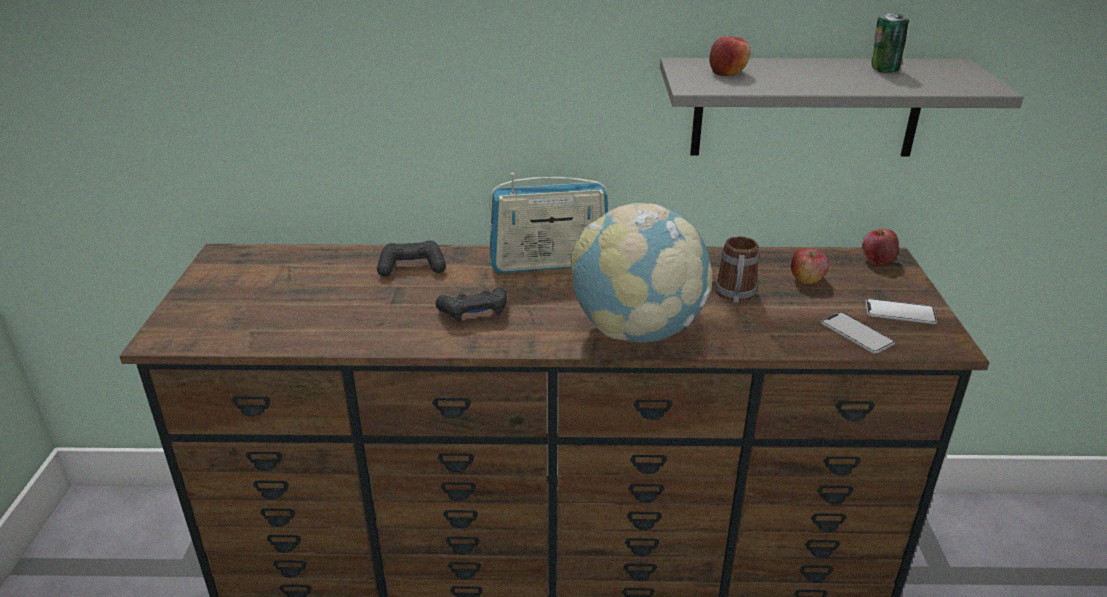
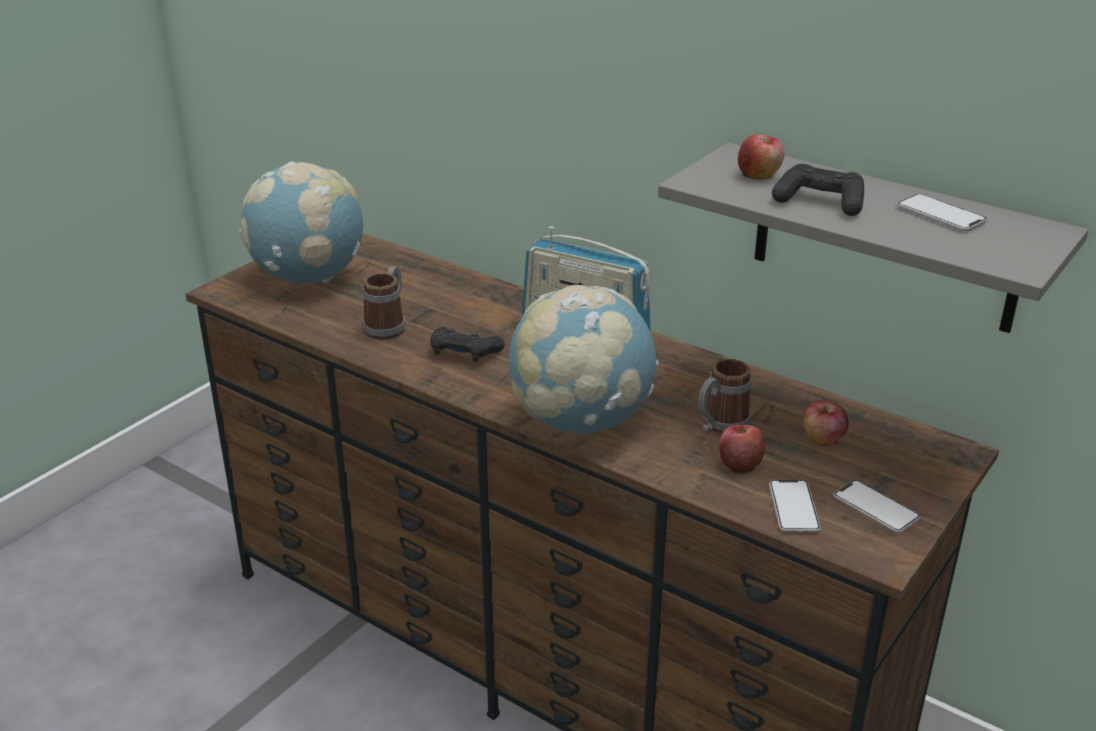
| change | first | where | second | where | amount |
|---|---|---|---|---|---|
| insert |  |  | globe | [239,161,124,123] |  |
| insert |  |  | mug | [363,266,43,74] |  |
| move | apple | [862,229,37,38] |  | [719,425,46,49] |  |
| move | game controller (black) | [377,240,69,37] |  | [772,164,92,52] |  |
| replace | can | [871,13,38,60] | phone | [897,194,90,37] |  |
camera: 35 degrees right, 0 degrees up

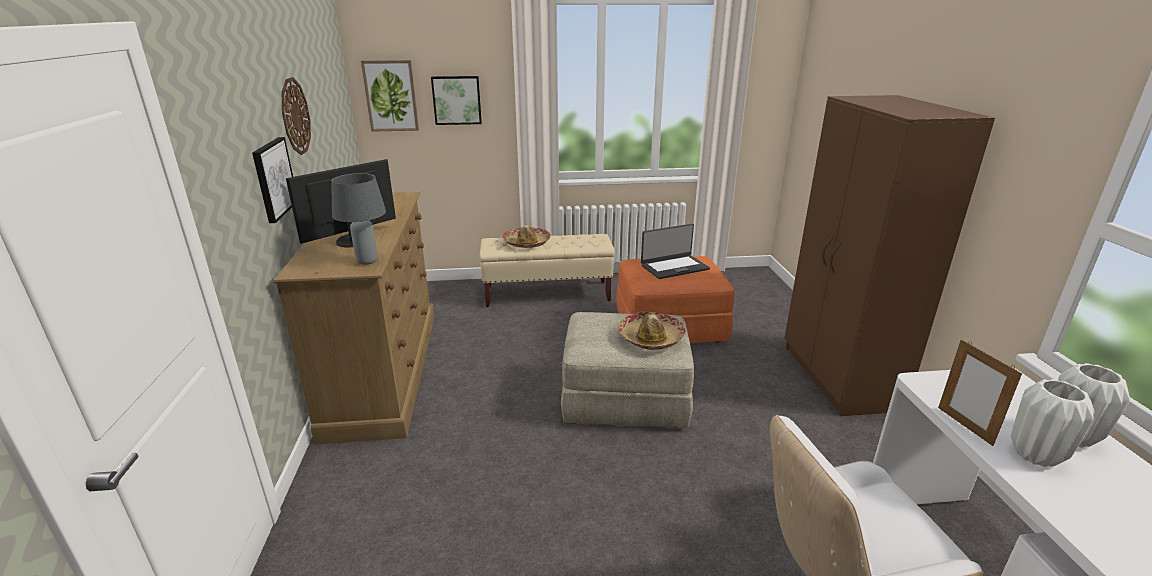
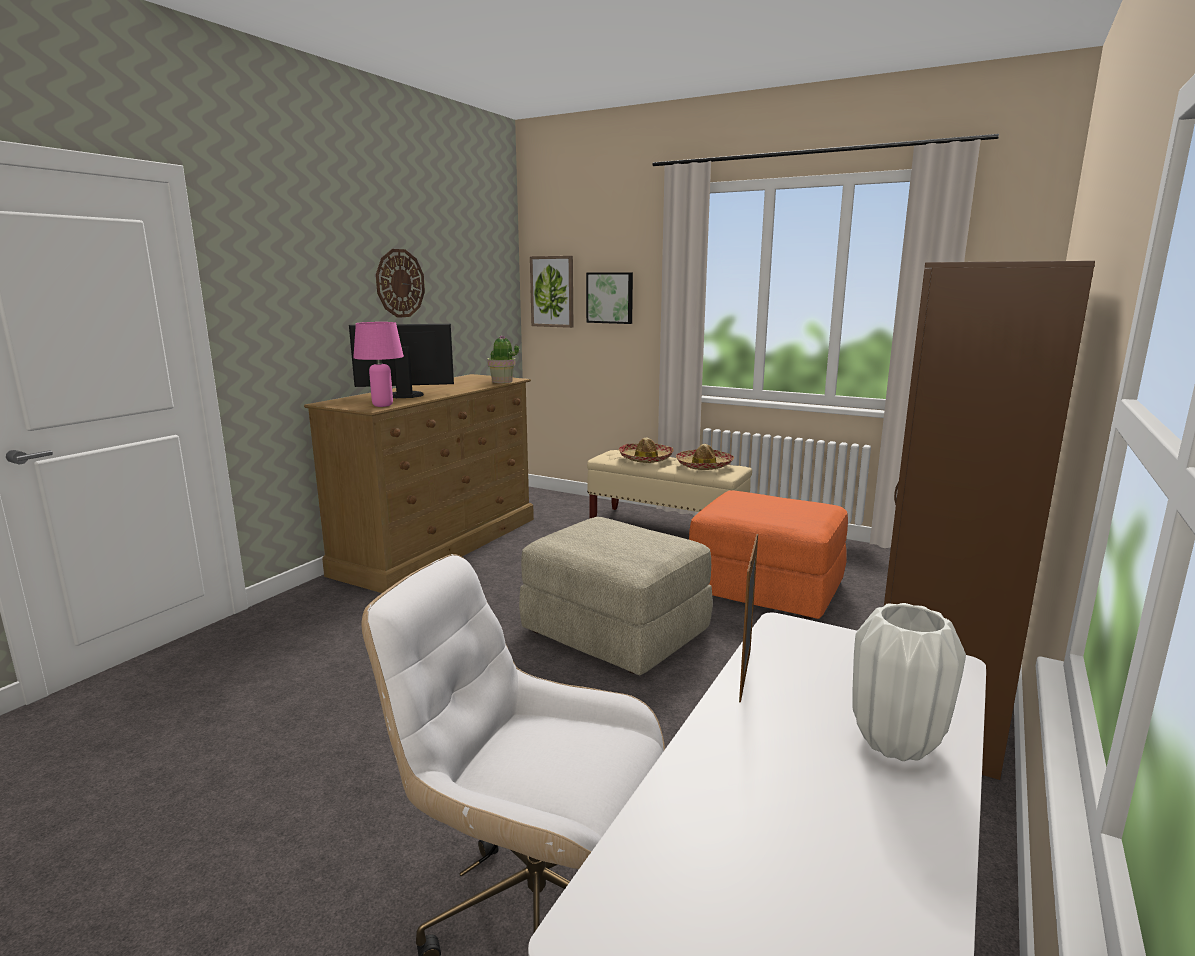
| change | first | where | second | where | amount |
|---|---|---|---|---|---|
| recolor | table lamp (grey) | [331,173,55,92] | table lamp (pink) | [353,322,51,85] |  |
| insert |  |  | potted plant | [487,335,32,48] |  |
| move | hat | [618,312,68,38] |  | [676,444,58,26] |  |
| delete | picture | [252,137,41,86] |  |  |  |
| delete | laptop | [641,224,69,55] |  |  |  |
| delete | vase (white) | [1011,379,84,88] |  |  |  |
camera: 35 degrees right, 10 degrees down

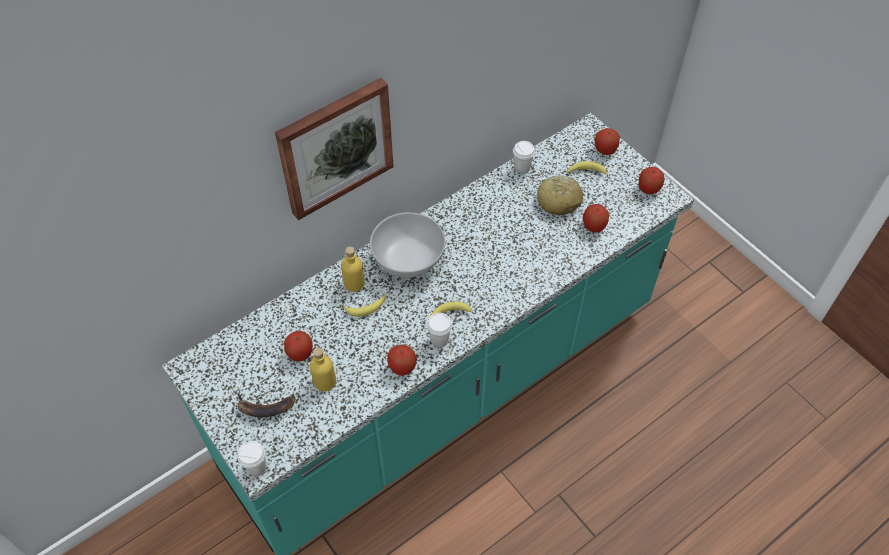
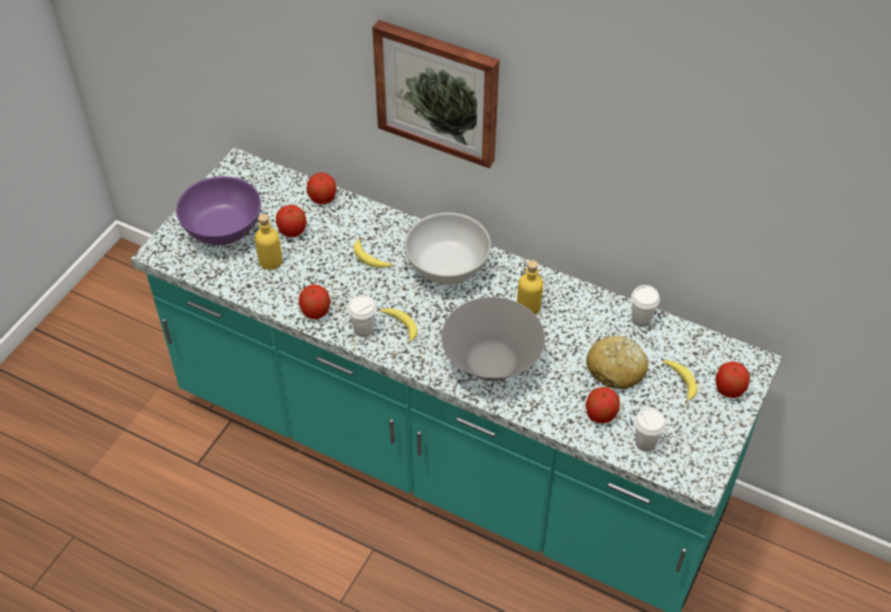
| change | first | where | second | where | amount |
|---|---|---|---|---|---|
| replace | banana | [238,393,57,24] | bowl (purple) | [176,176,85,69] |  |
| move | apple | [639,167,26,27] |  | [307,173,29,31] |  |
| insert |  |  | bowl (grey) | [441,297,104,84] |  |
| move | bottle (yellow) | [341,247,24,45] |  | [517,260,26,55] |  |
| move | cup (white) | [237,441,29,35] |  | [635,408,31,44] |  |
camera: 65 degrees right, 5 degrees down

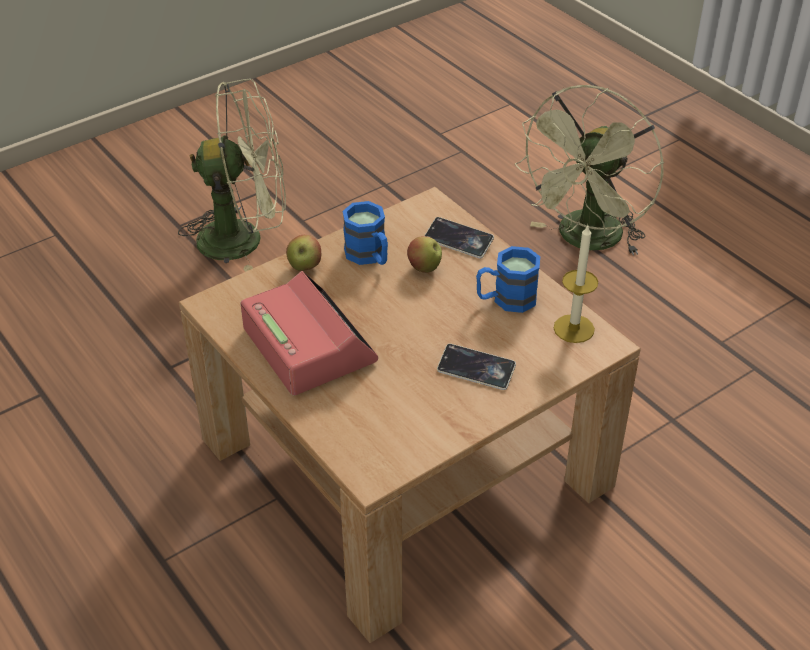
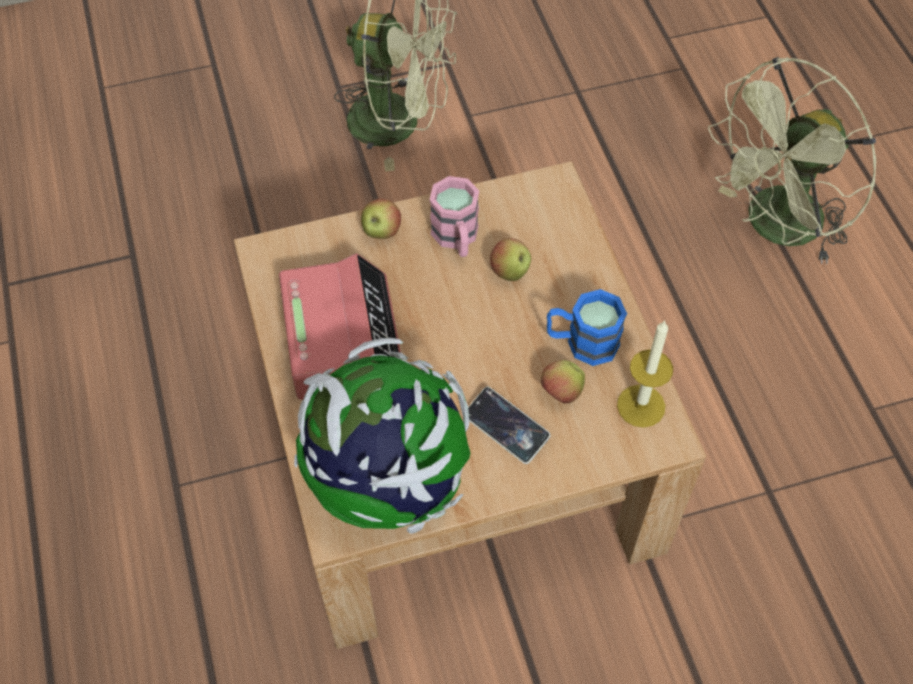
| change | first | where | second | where | amount |
|---|---|---|---|---|---|
| insert |  |  | globe | [294,338,176,196] |  |
| recolor | mug (blue) | [343,201,45,64] | mug (pink) | [430,176,49,81] |  |
| insert |  |  | apple | [541,360,44,44] |  |
| delete | phone | [424,217,70,41] |  |  |  |
camera: 20 degrees right, 15 degrees up

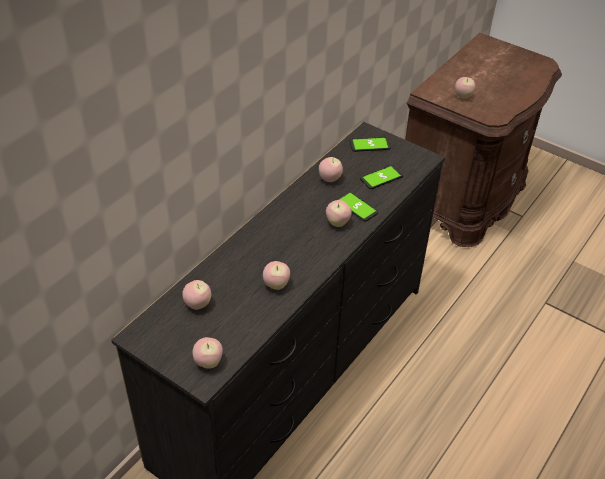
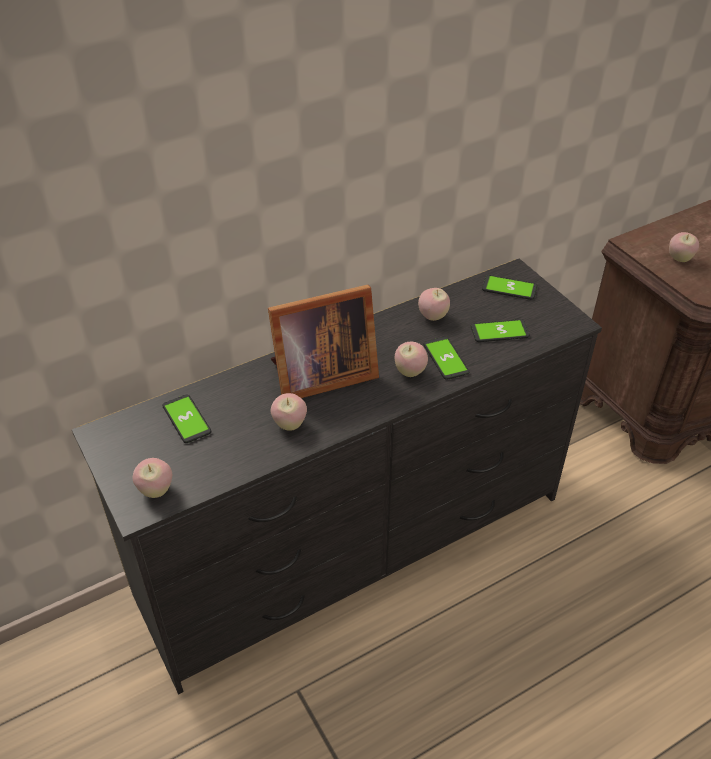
| change | first | where | second | where | amount |
|---|---|---|---|---|---|
| replace | apple | [182,280,29,30] | phone | [162,395,50,48] |  |
| insert |  |  | picture frame | [268,285,111,113] |  |
camera: 25 degrees right, 0 degrees up

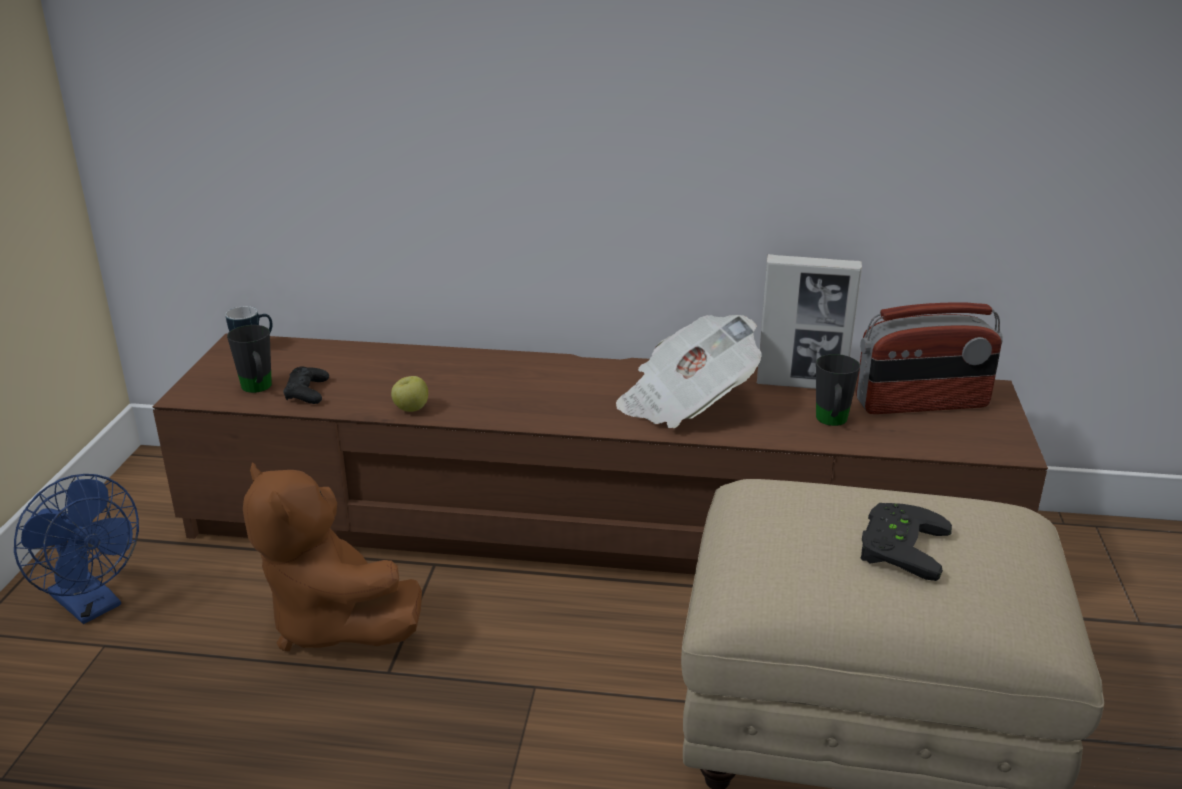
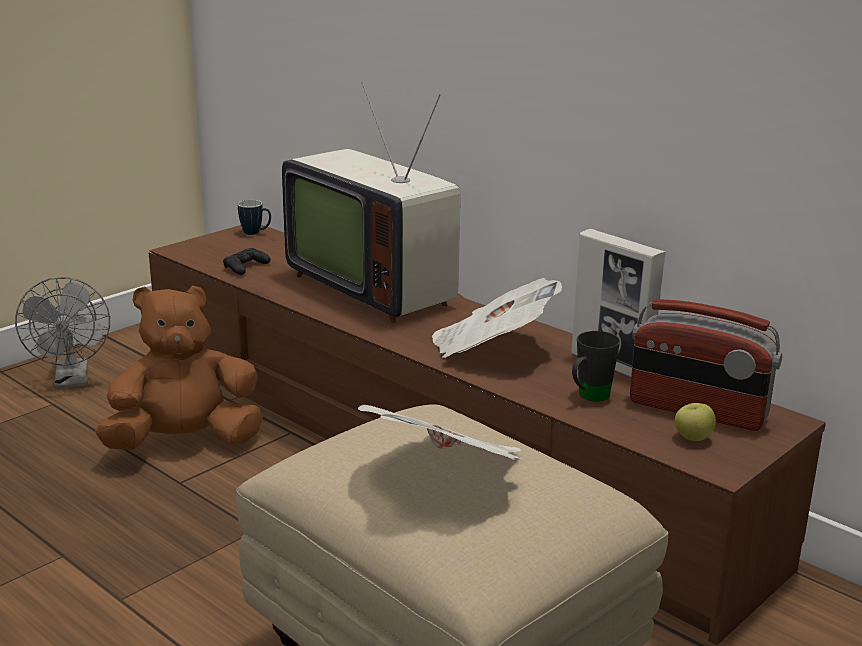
| change | first | where | second | where | amount |
|---|---|---|---|---|---|
| recolor | fan (blue) | [14,474,125,150] | fan (grey) | [15,277,95,111] |  |
| rotate | plush toy (brown) | [243,462,179,189] |  | [95,286,168,164] | 75 degrees clockwise |
| insert |  |  | television | [282,82,178,241] |  |
| replace | game controller (black) | [861,503,91,78] | newspaper | [358,405,164,55] |  |
| move | apple | [391,376,37,36] |  | [675,403,41,38] |  |
| delete | mug (black) | [227,325,45,68] |  |  |  |
camera: 35 degrees right, 5 degrees down

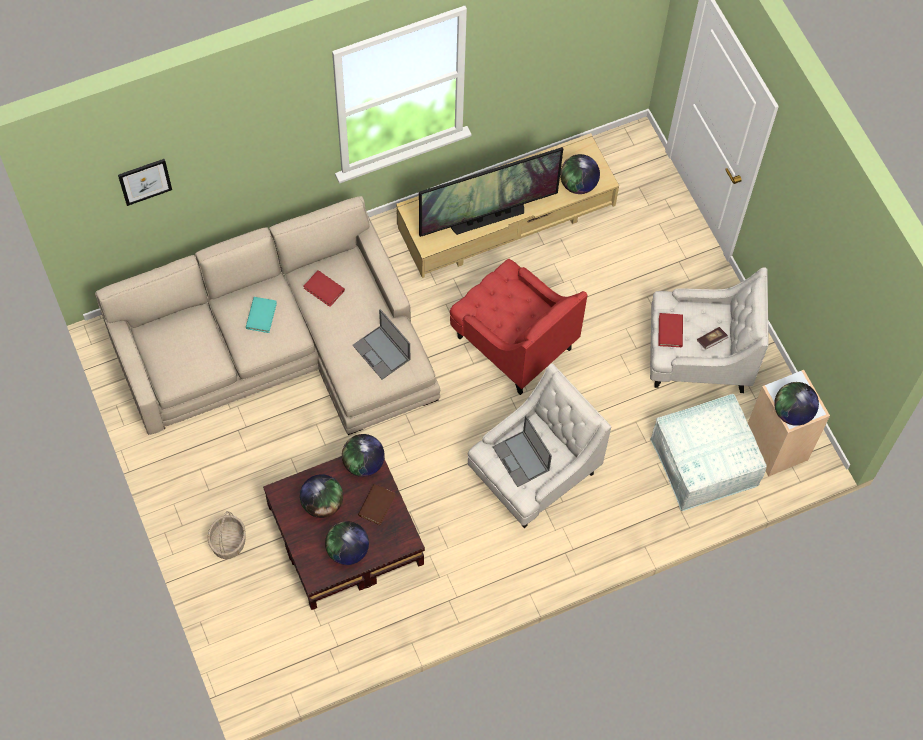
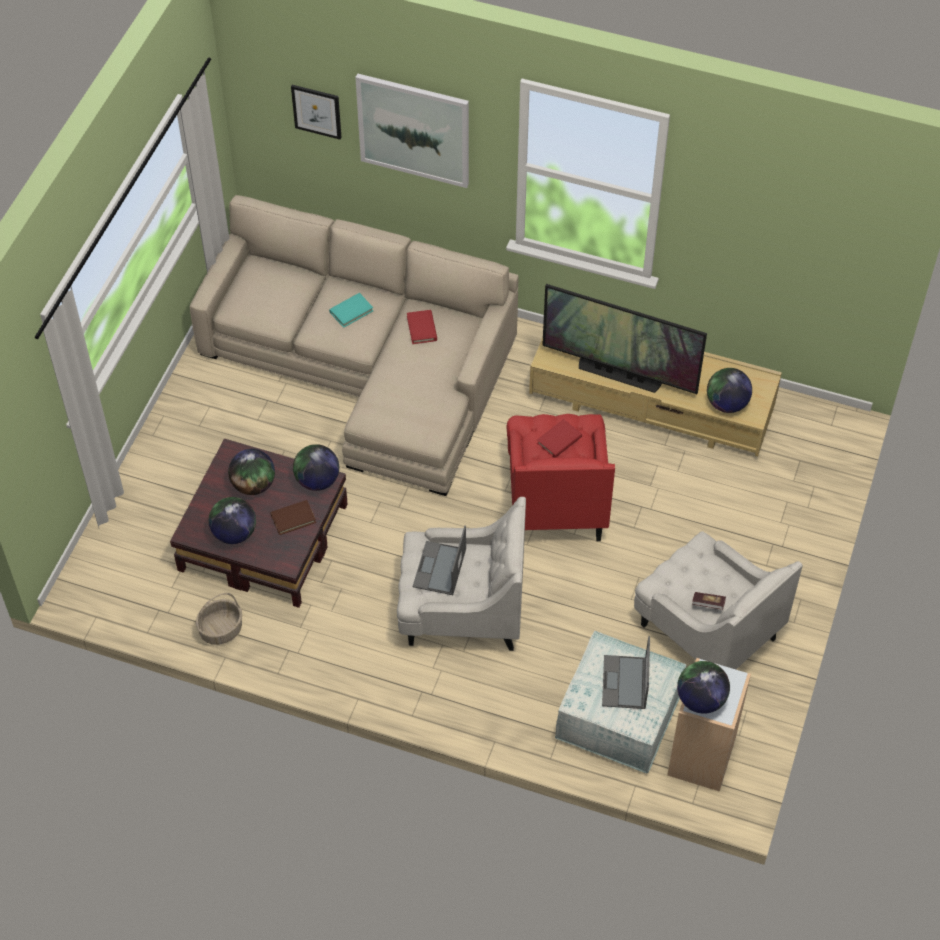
| change | first | where | second | where | amount |
|---|---|---|---|---|---|
| move | basket | [208,511,38,48] |  | [196,593,46,52] |  |
| insert |  |  | picture | [355,73,114,115] |  |
| move | book (red) | [658,313,25,34] |  | [537,419,45,39] |  |
| move | laptop | [353,309,58,70] |  | [602,636,48,73] |  |
camera: 45 degrees right, 10 degrees down

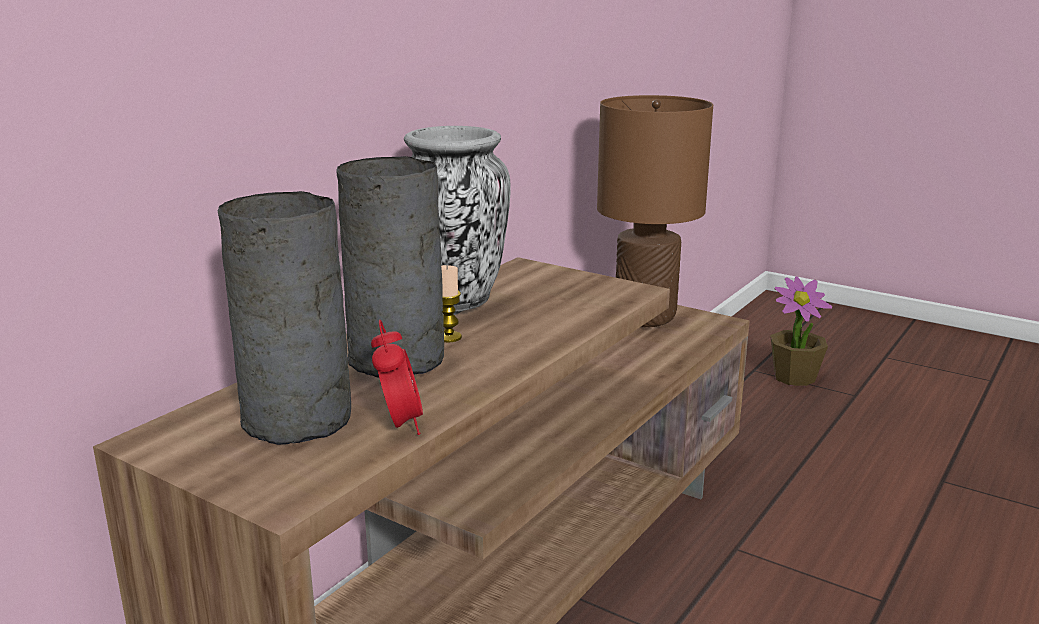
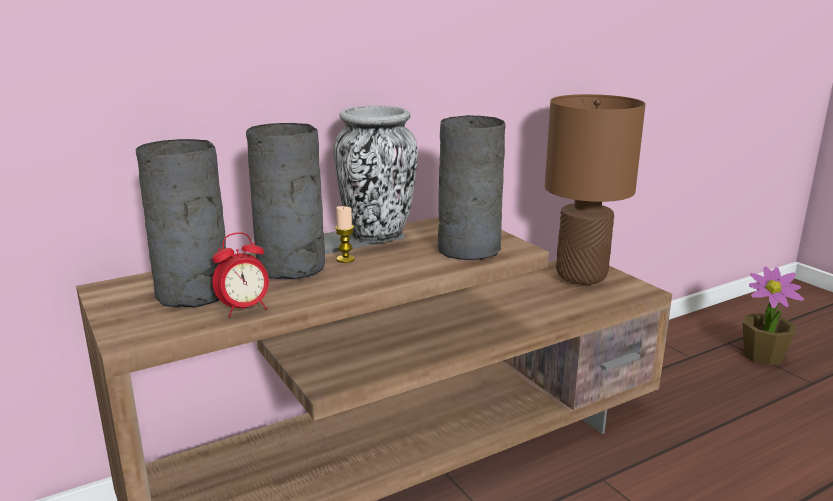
| change | first | where | second | where | amount |
|---|---|---|---|---|---|
| rotate | alarm clock | [371,320,52,115] |  | [212,232,57,85] | 45 degrees clockwise |
| insert |  |  | vase (grey) | [438,115,68,145] |  |
camera: 25 degrees right, 0 degrees up

